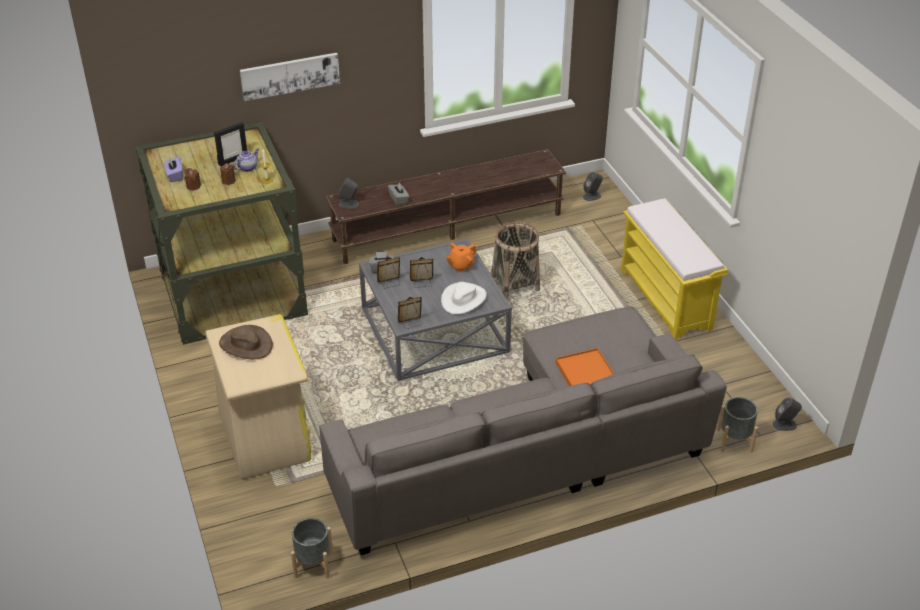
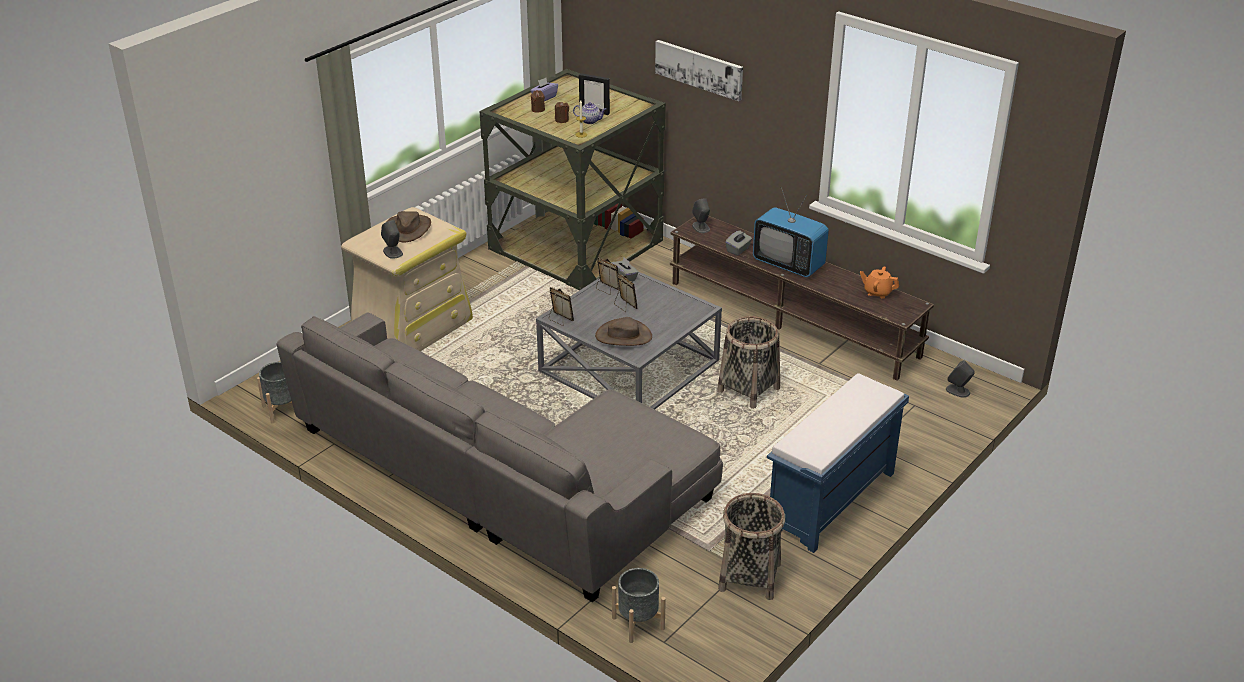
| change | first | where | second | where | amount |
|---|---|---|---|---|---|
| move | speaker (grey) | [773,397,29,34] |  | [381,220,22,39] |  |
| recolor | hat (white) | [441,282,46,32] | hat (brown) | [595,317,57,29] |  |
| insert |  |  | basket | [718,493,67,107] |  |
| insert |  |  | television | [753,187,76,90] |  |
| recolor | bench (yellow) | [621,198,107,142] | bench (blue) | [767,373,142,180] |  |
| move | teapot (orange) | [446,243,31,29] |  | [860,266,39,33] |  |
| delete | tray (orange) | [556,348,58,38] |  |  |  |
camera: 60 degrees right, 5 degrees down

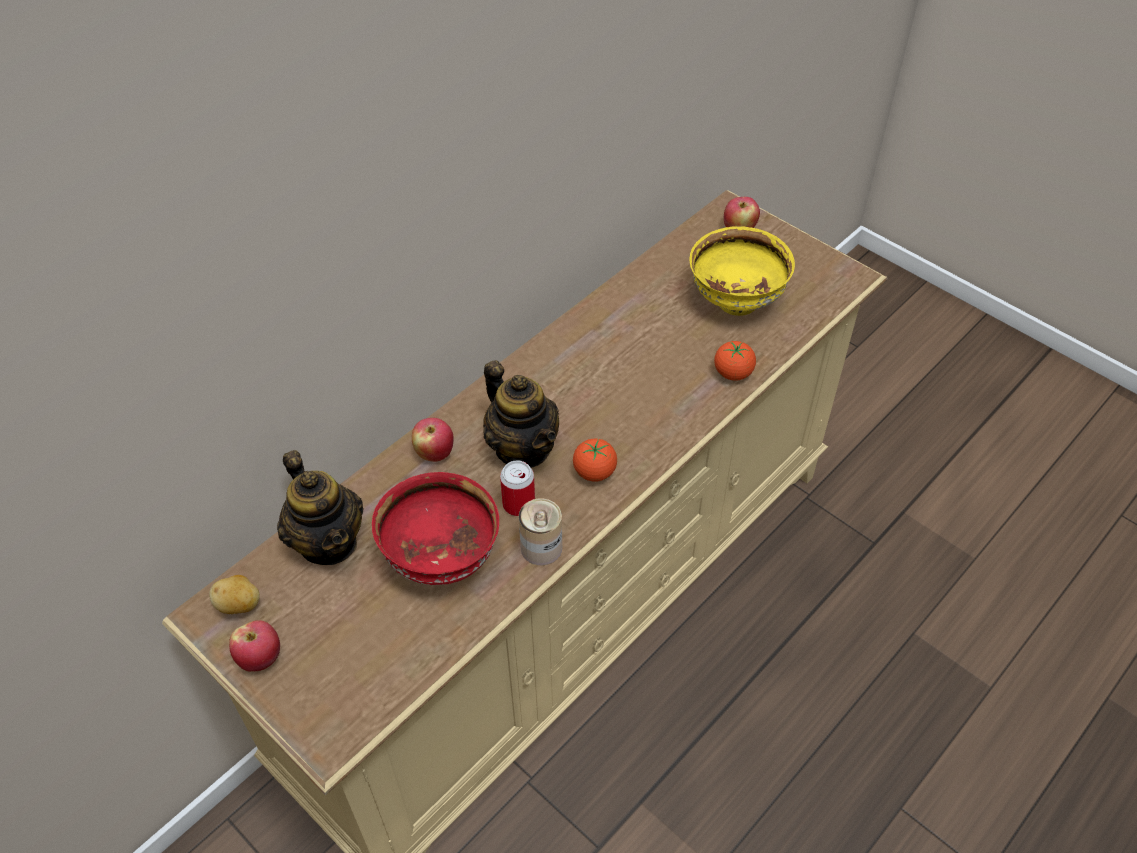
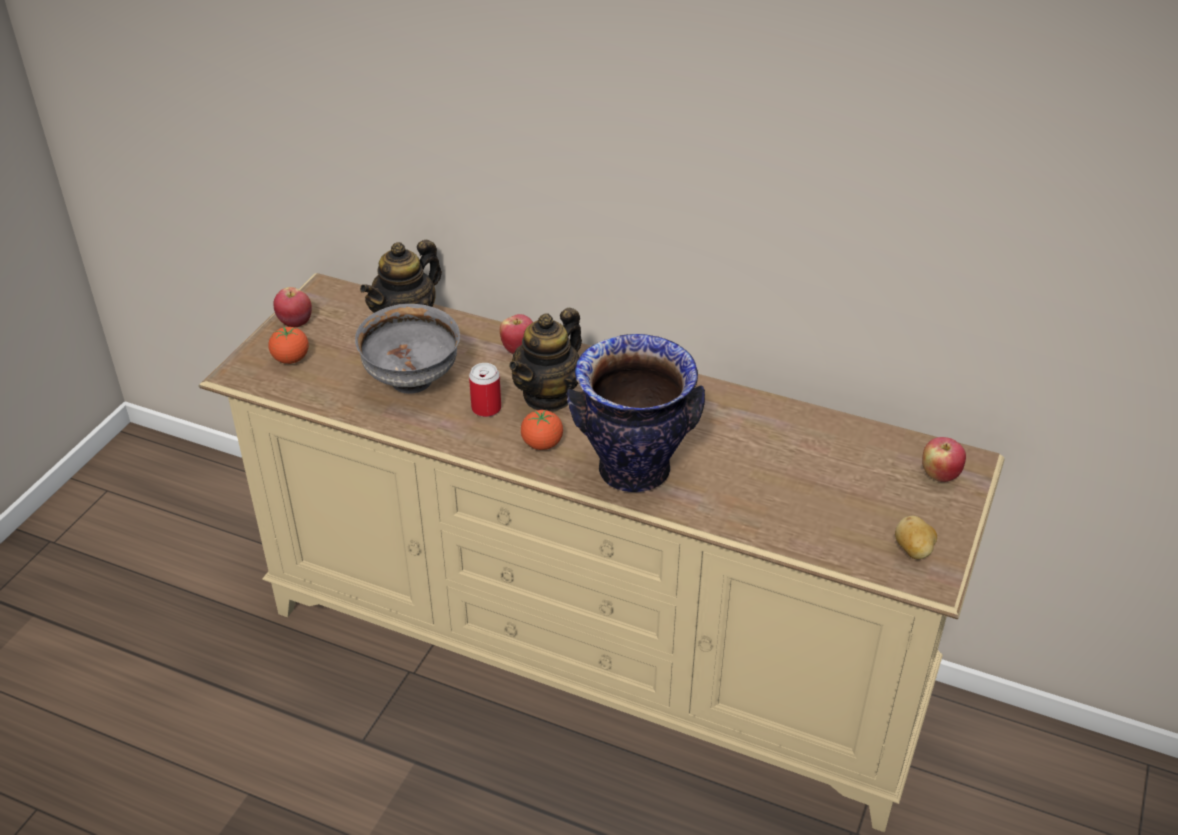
| change | first | where | second | where | amount |
|---|---|---|---|---|---|
| move | tomato | [714,341,42,40] |  | [268,326,41,38] |  |
| recolor | bowl (red) | [372,472,127,113] | bowl (grey) | [355,304,105,90] |  |
| insert |  |  | vase | [566,334,139,158] |  |
| move | potato | [209,575,51,39] |  | [895,516,42,43] |  |
| delete | can | [519,498,43,67] |  |  |  |
| delete | bowl (yellow) | [689,226,106,90] |  |  |  |
camera: 70 degrees right, 10 degrees down

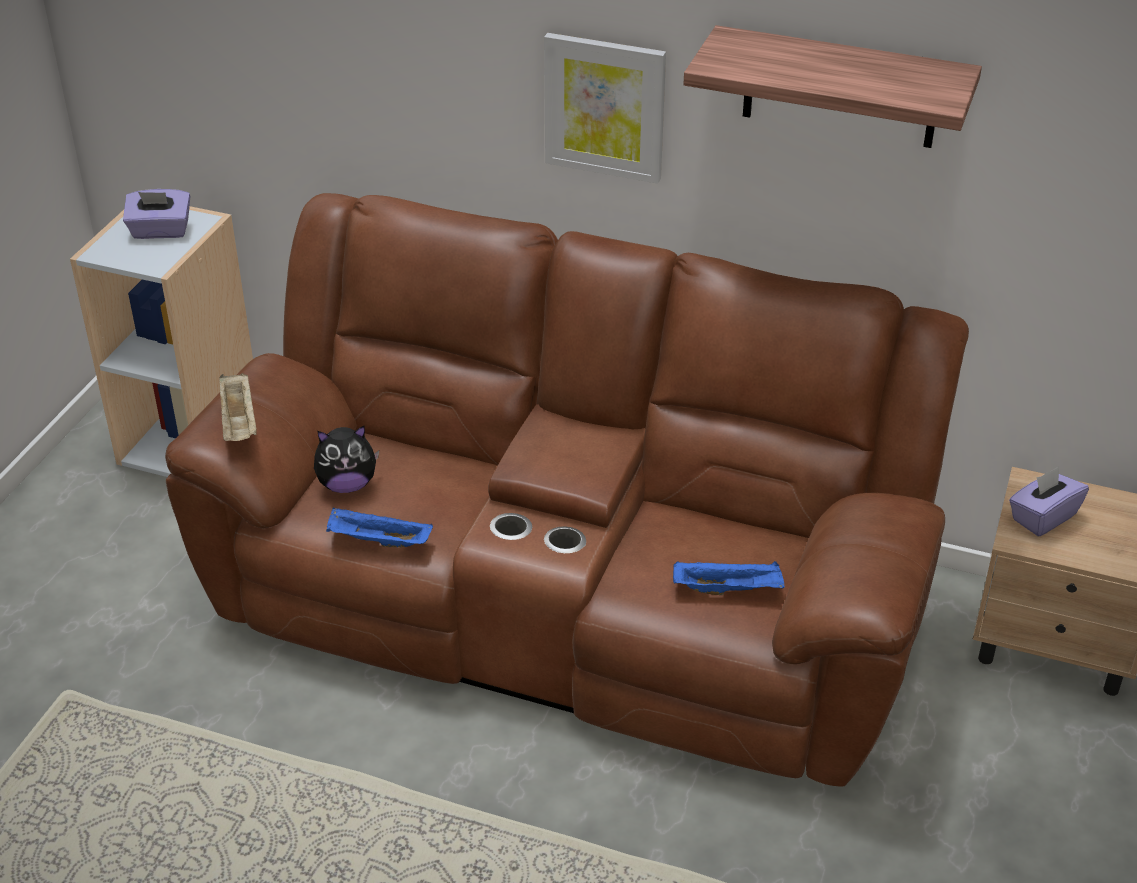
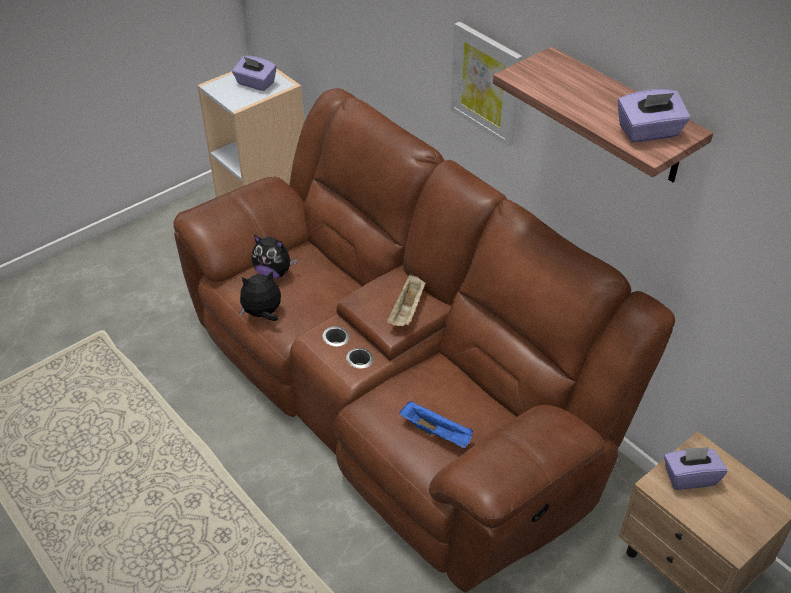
| change | first | where | second | where | amount |
|---|---|---|---|---|---|
| replace | tray (blue) | [326,507,107,40] | plush toy | [239,270,42,51] |  |
| move | tray (beige) | [219,373,38,68] |  | [387,274,38,52] |  |
| insert |  |  | tissue box (purple) | [618,89,72,53] |  |
camera: 30 degrees right, 5 degrees up

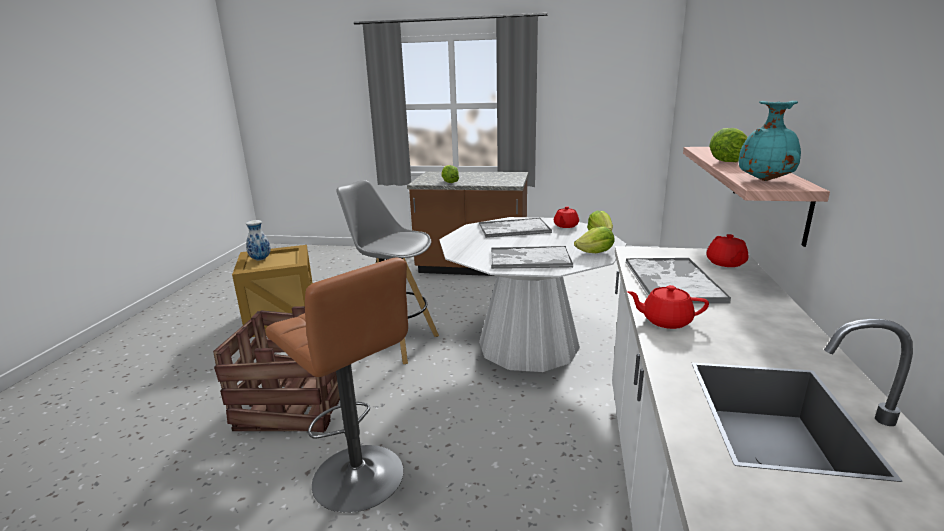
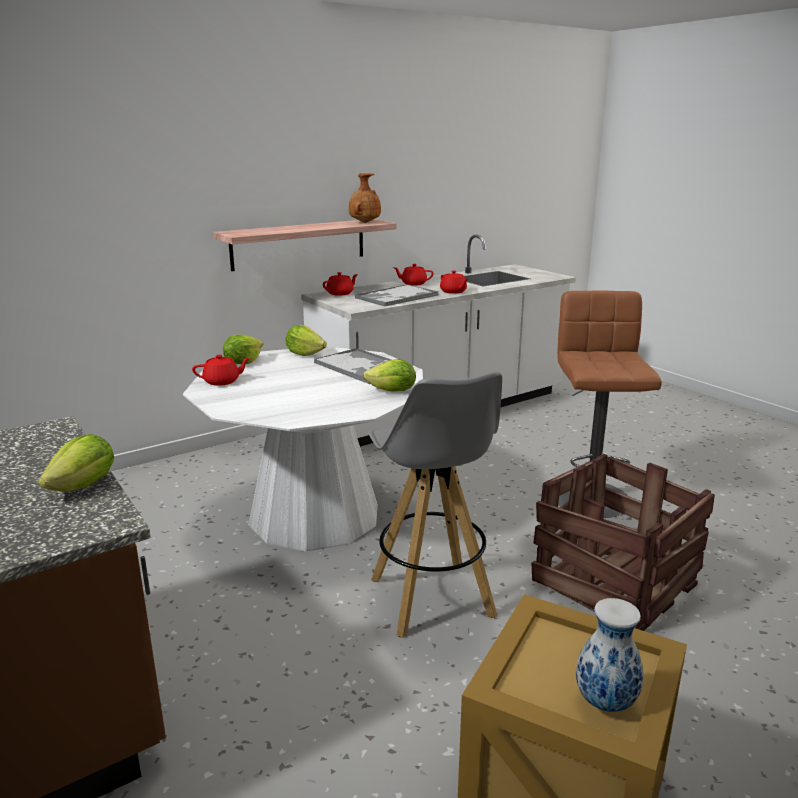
| change | first | where | second | where | amount |
|---|---|---|---|---|---|
| recolor | vase (turquoise) | [739,101,62,80] | vase (brown) | [349,173,32,50] |  |
| move | lettuce | [709,128,39,34] |  | [363,359,53,33] |  |
| insert |  |  | teapot (red) | [393,264,41,21] |  |
| delete | tray | [479,218,73,20] |  |  |  |
camera: 135 degrees left, 0 degrees up

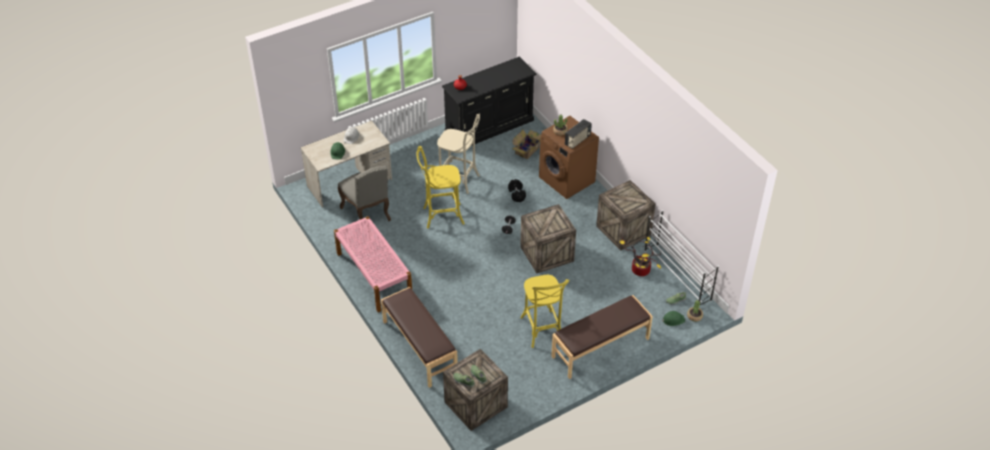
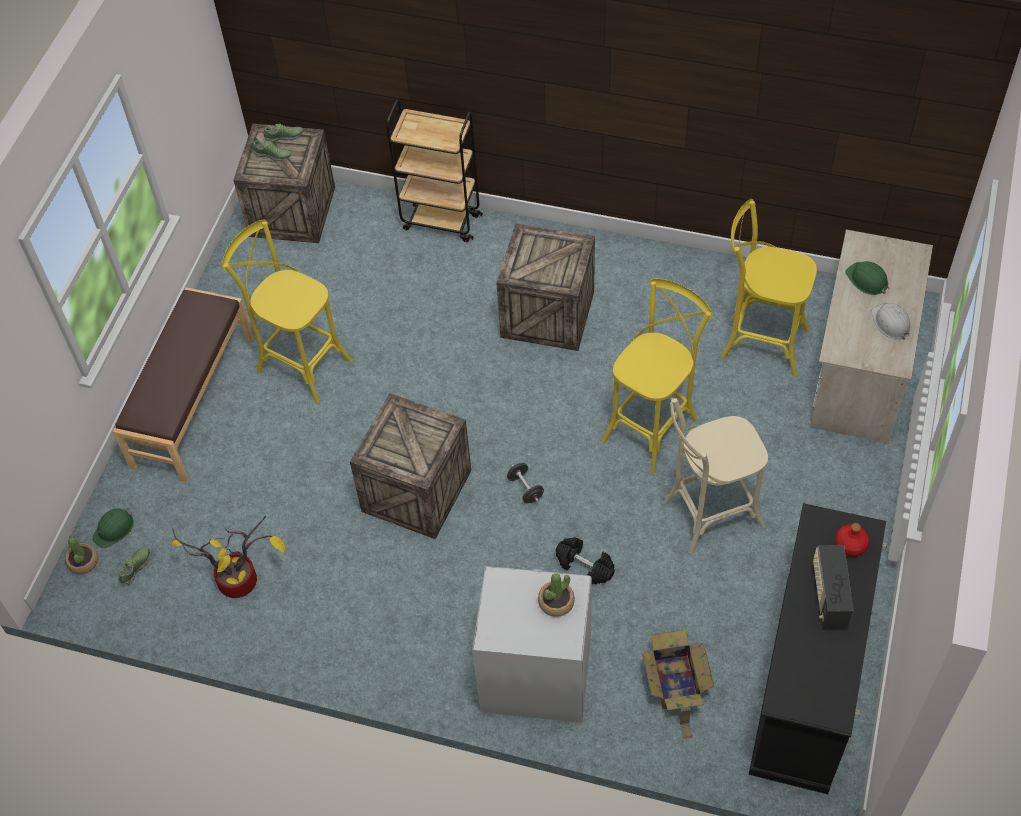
| change | first | where | second | where | amount |
|---|---|---|---|---|---|
| replace | bench (brown) | [381,287,77,101] | cart (brown) | [387,99,96,143] |  |
| recolor | washing machine (brown) | [539,116,60,83] | washing machine (white) | [472,566,120,157] |  |
| move | crate | [596,180,60,70] |  | [496,223,99,128] |  |
| replace | chair (grey) | [338,166,53,61] | stool (yellow) | [721,199,96,177] |  |
| move | radio | [565,119,27,30] |  | [813,545,41,84] |  |
| delete | bench (pink) | [334,216,78,97] |  |  |  |
| delete | shoe rack (white) | [644,210,75,95] |  |  |  |
camera: 140 degrees right, 10 degrees up

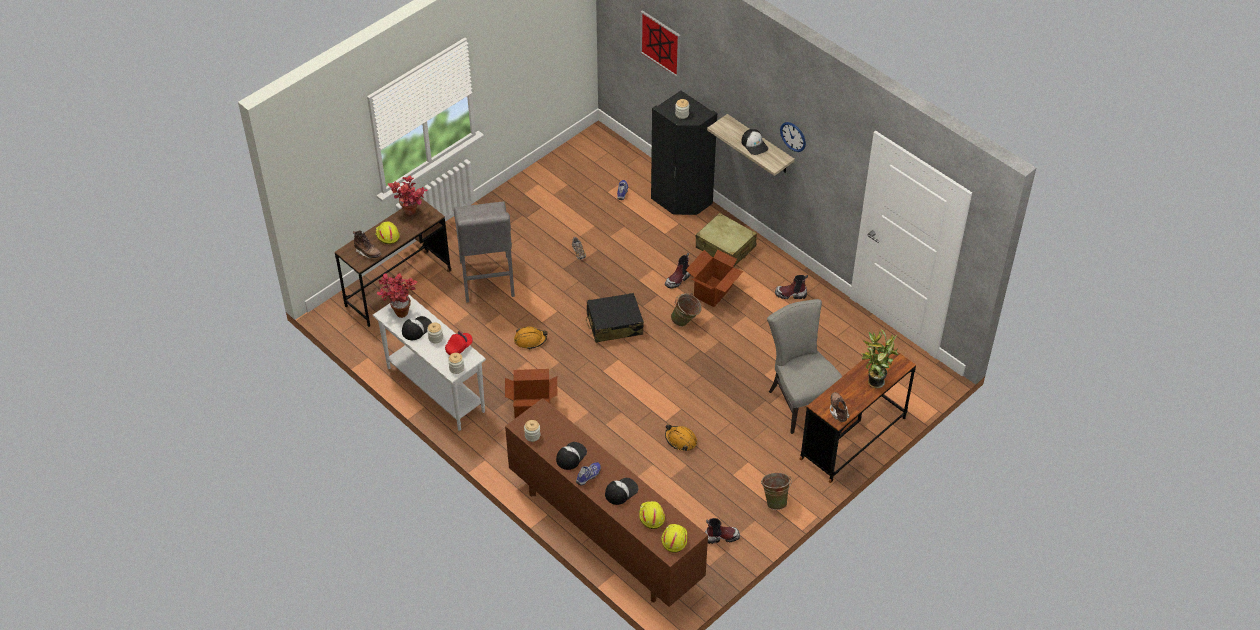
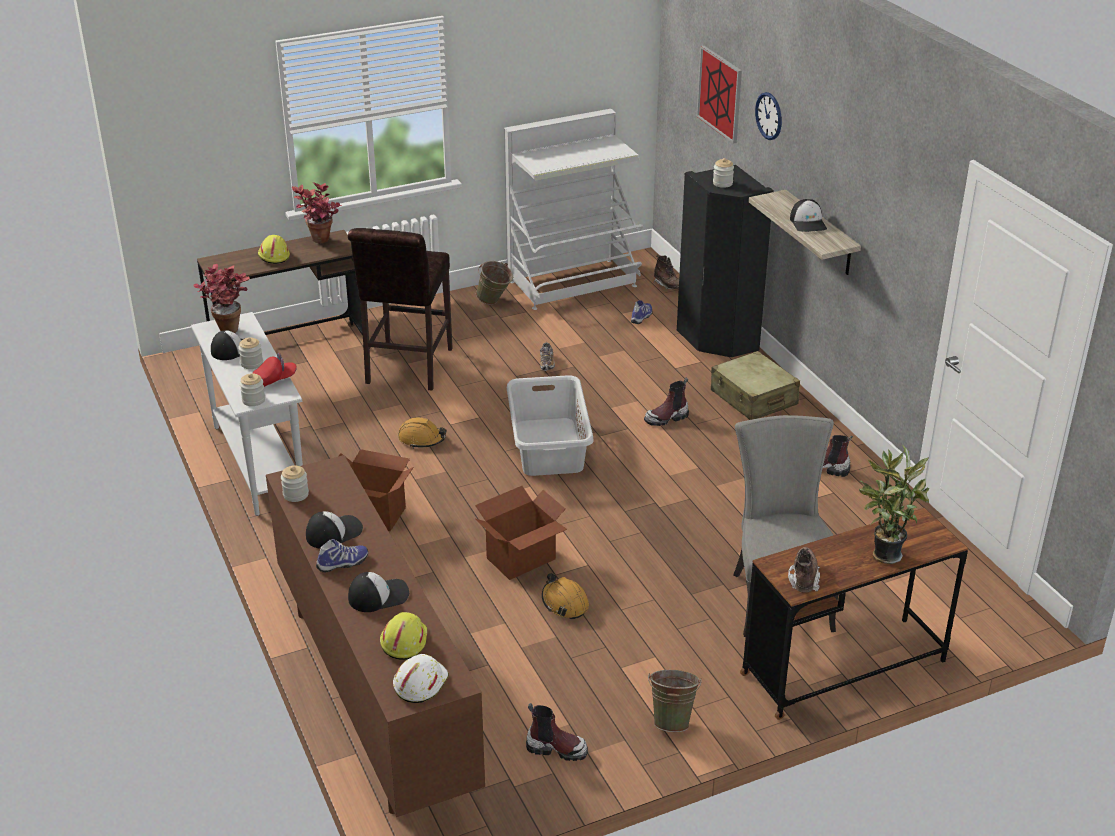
| change | first | where | second | where | amount |
|---|---|---|---|---|---|
| recolor | stool (grey) | [454,201,61,102] | stool (brown) | [348,228,105,163] |  |
| recolor | hard hat (yellow) | [661,524,26,29] | hard hat (white) | [393,654,56,49] |  |
| move | cardboard box | [686,250,57,57] |  | [475,486,92,94] |  |
| move | bucket (green) | [671,293,31,34] |  | [476,261,37,44] |  |
| insert |  |  | shoe rack (white) | [504,109,139,201] |  |
| replace | suitcase (black) | [586,293,58,50] | laundry basket (grey) | [507,375,87,101] |  |
| move | boot (brown) | [353,231,28,27] |  | [654,255,25,34] |  |
| move | wall clock | [780,122,26,30] |  | [755,92,27,48] |  |
camera: 20 degrees right, 15 degrees down

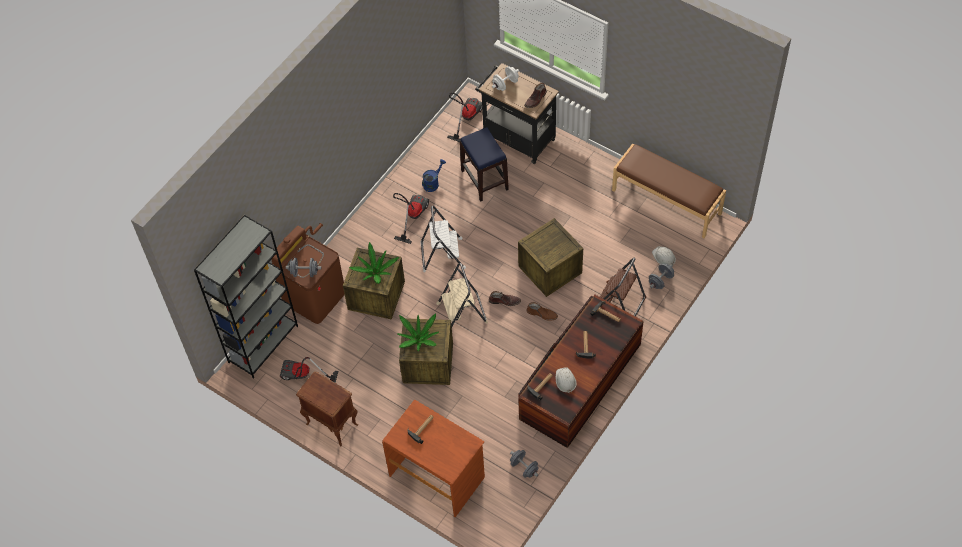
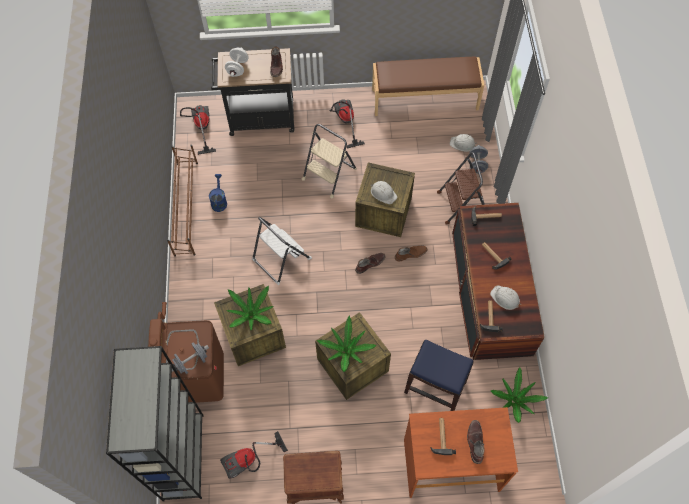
| change | first | where | second | where | amount |
|---|---|---|---|---|---|
| insert |  |  | shoe rack (brown) | [167,145,31,112] |  |
| move | step ladder (beige) | [436,263,52,63] |  | [302,124,55,75] |  |
| move | vacuum cleaner | [393,193,36,51] |  | [330,99,35,49] |  |
| insert |  |  | hard hat (white) | [371,181,26,23] |  |
| move | stool | [460,127,49,75] |  | [404,340,70,71] |  |
| insert |  |  | boot (brown) | [467,420,18,44] |  |
| replace | dumbbell (grey) | [510,450,29,28] | potted plant | [491,368,57,55] |  |
camera: 40 degrees left, 5 degrees up

